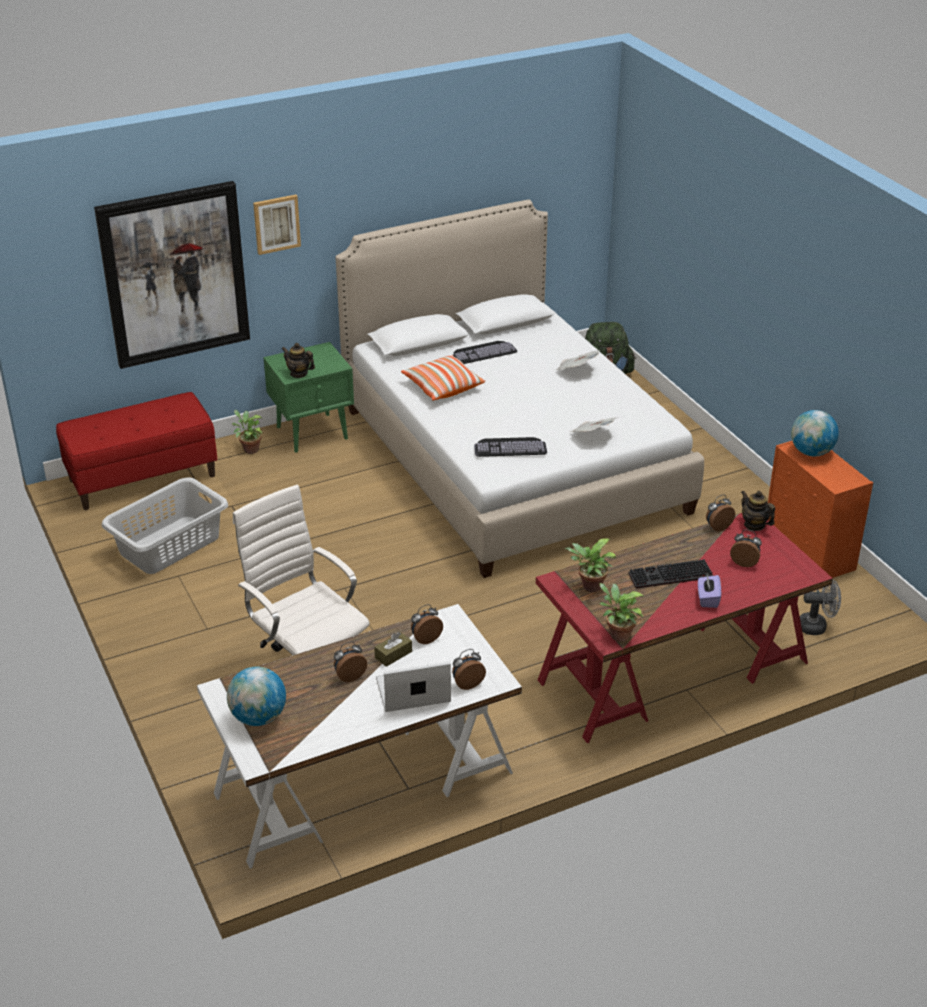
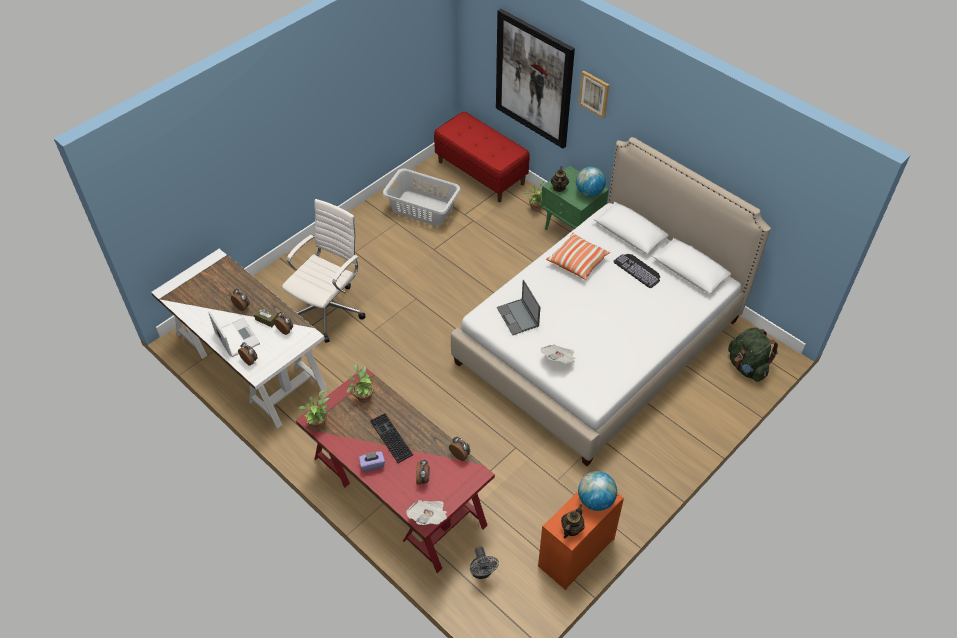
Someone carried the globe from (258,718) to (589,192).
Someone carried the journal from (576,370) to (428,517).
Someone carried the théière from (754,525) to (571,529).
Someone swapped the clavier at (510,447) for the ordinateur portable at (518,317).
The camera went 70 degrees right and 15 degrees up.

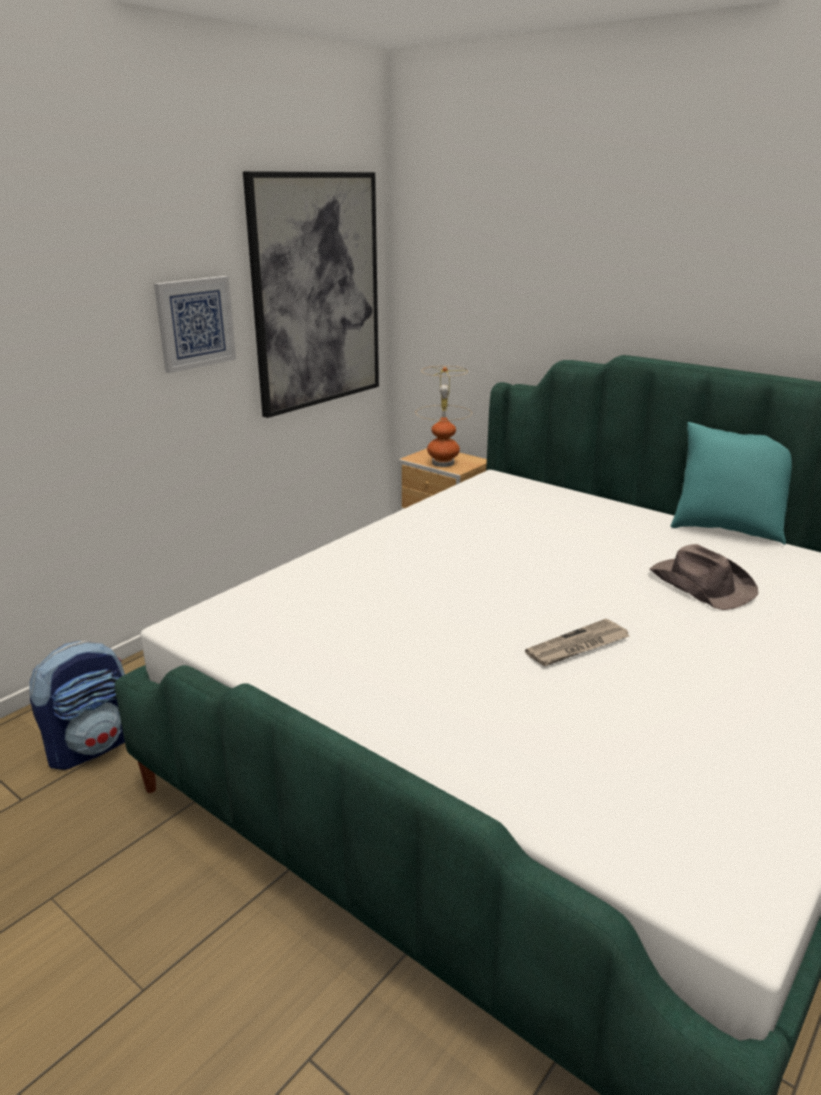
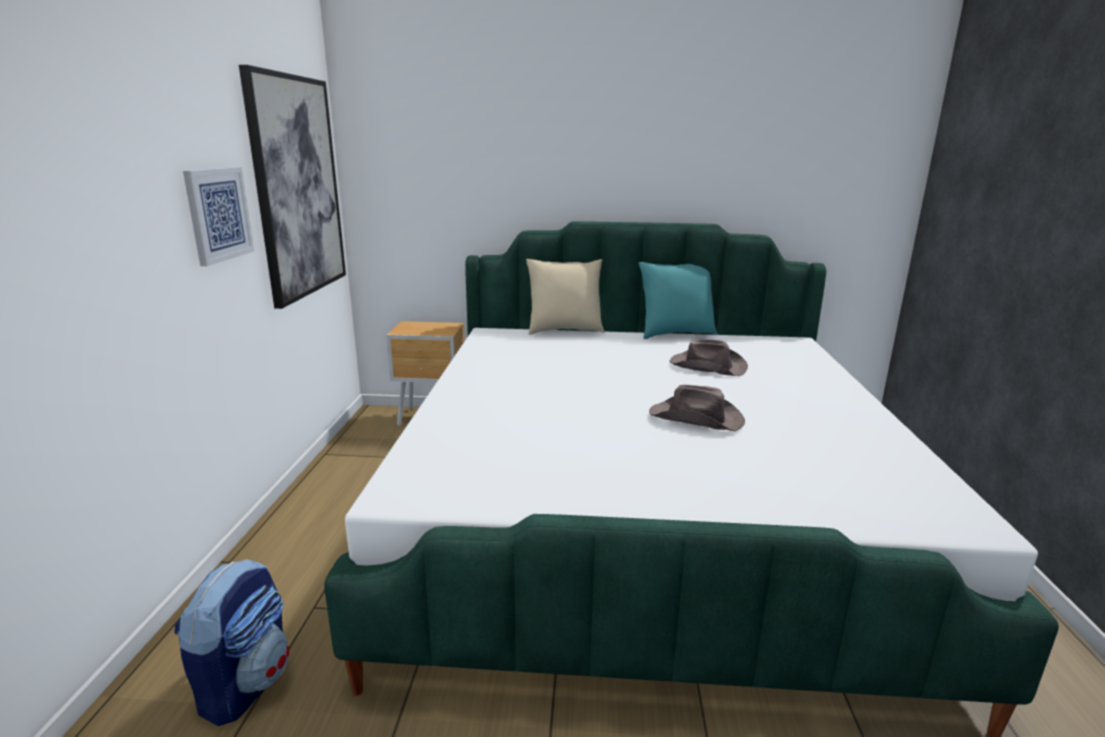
Someone took away the lampe de table at (443,463).
Someone put down the coussin/beige at (564,330).
Someone swapped the journal at (577,646) for the chapeau/marron at (697,419).
The camera went 35 degrees left and 5 degrees down.

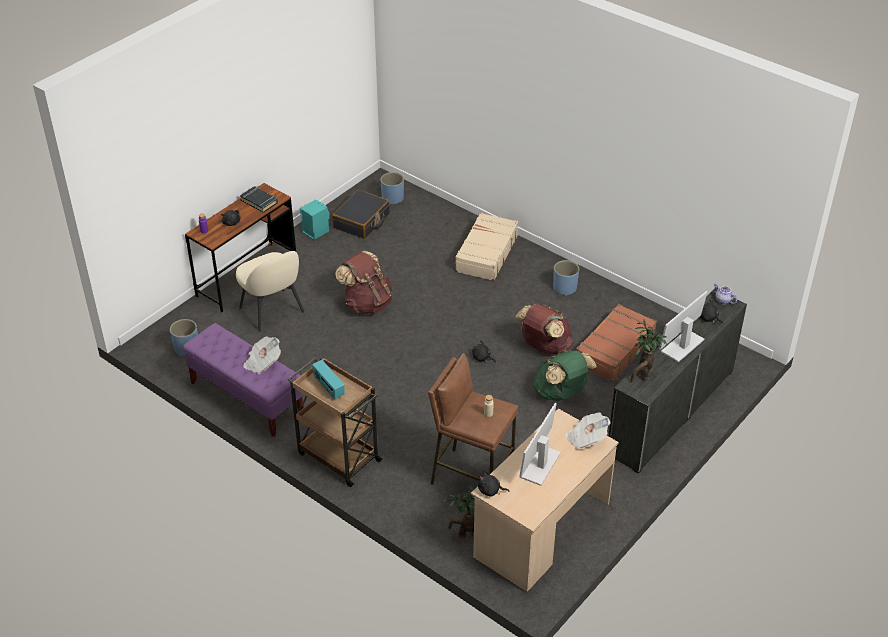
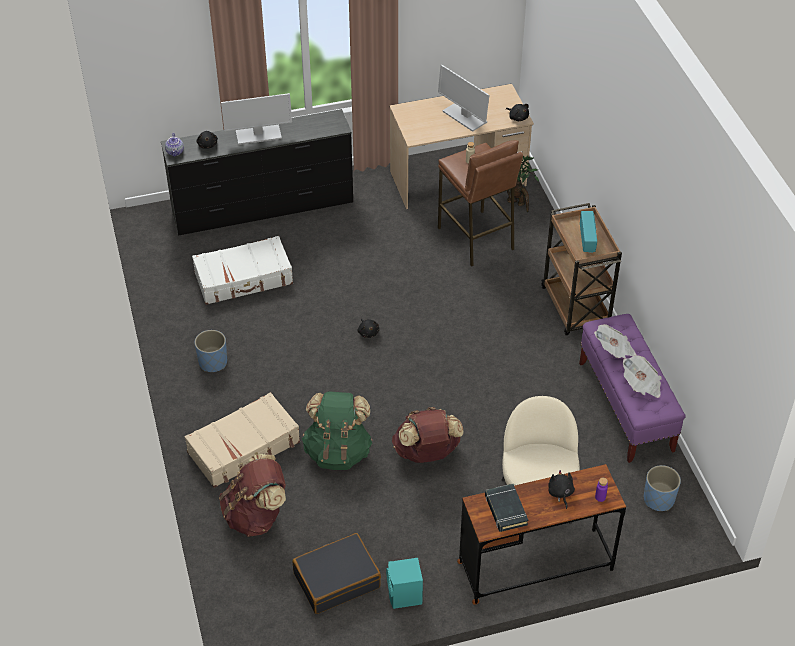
Someone took away the cache-pot/bleu at (392,198).
Someone took away the plante en pot at (643,375).
Someone carried the sac à dos/marron from (544,347) to (256,515).
Someone carried the sac à dos/vert from (561,393) to (338,451).
Someone carried the journal from (586,438) to (641,385).
Someone repainted the valise/marron at (614,350), which became the valise/blanc at (244,279).
Someone rotated the écran d'ordinateur at (540,464) by 75 degrees clockwise.
The camera went 145 degrees left and 5 degrees up.

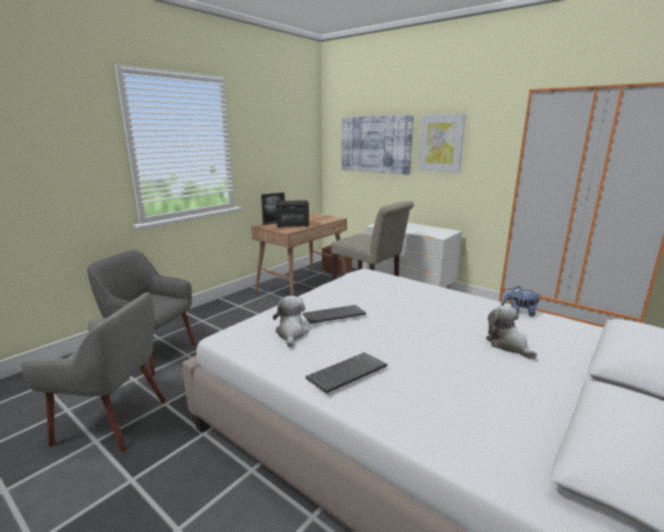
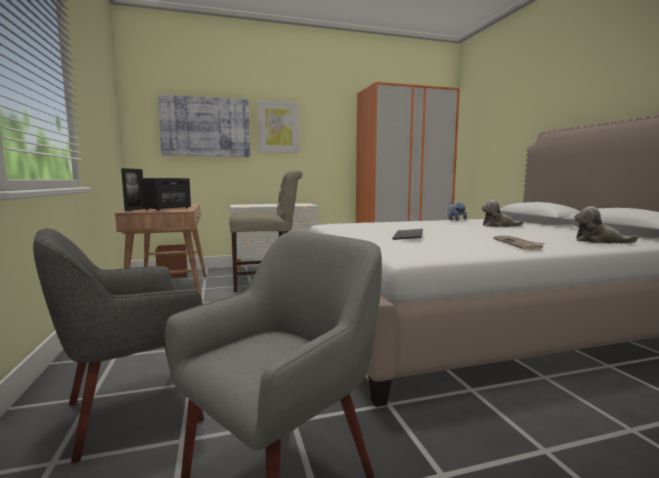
Someone carried the peluche from (291,333) to (598,241).
Someone swapped the clavier at (347,374) for the journal at (518,244).
The camera went 55 degrees left and 10 degrees down.

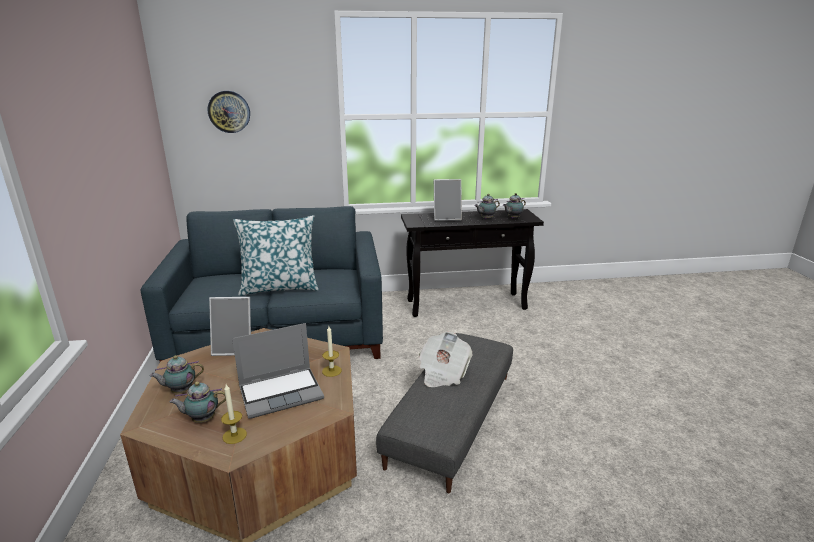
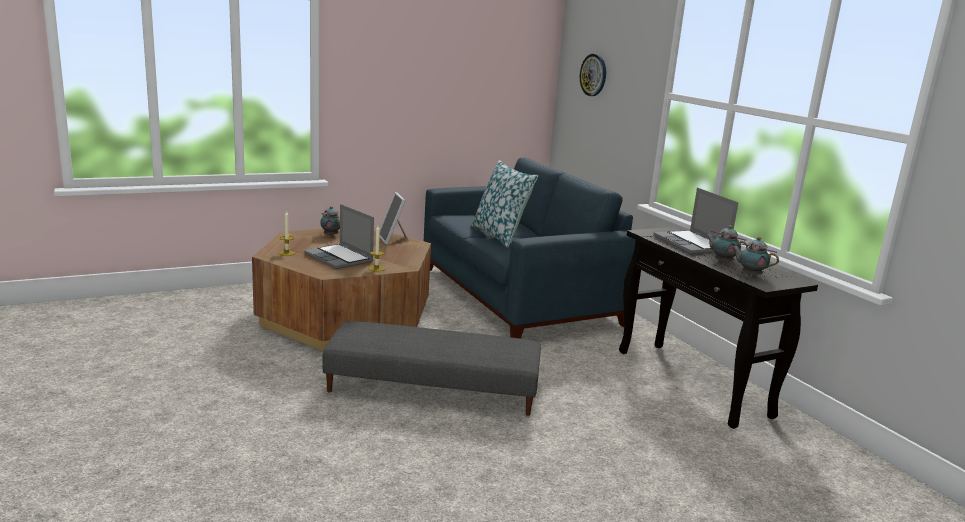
Someone took away the théière at (202,419).
Someone took away the journal at (443,373).
Someone swapped the cadre photo at (447,218) for the ordinateur portable at (692,244).
The camera went 70 degrees right and 5 degrees down.

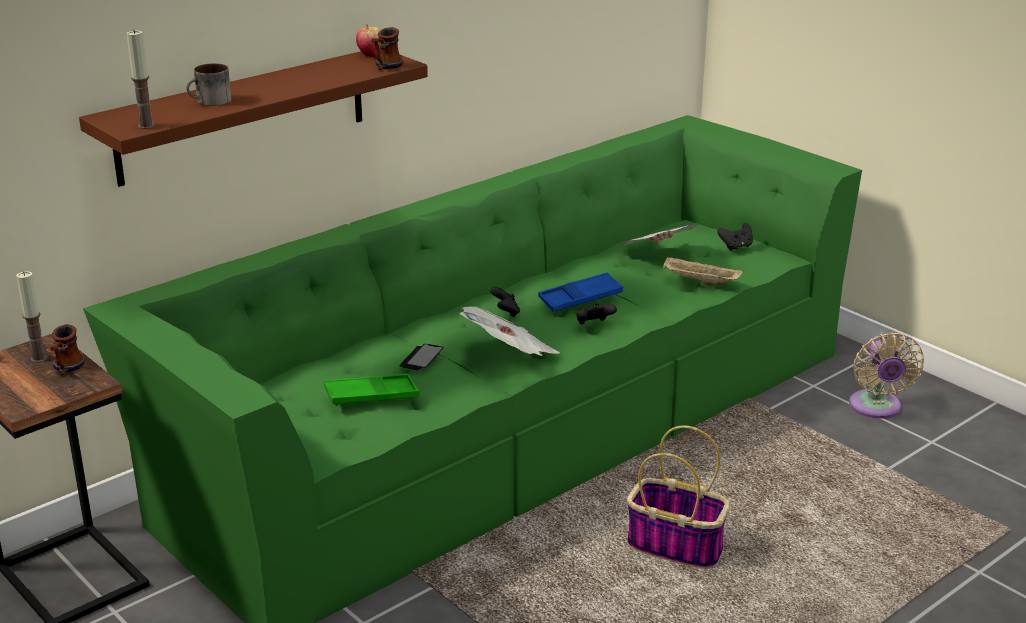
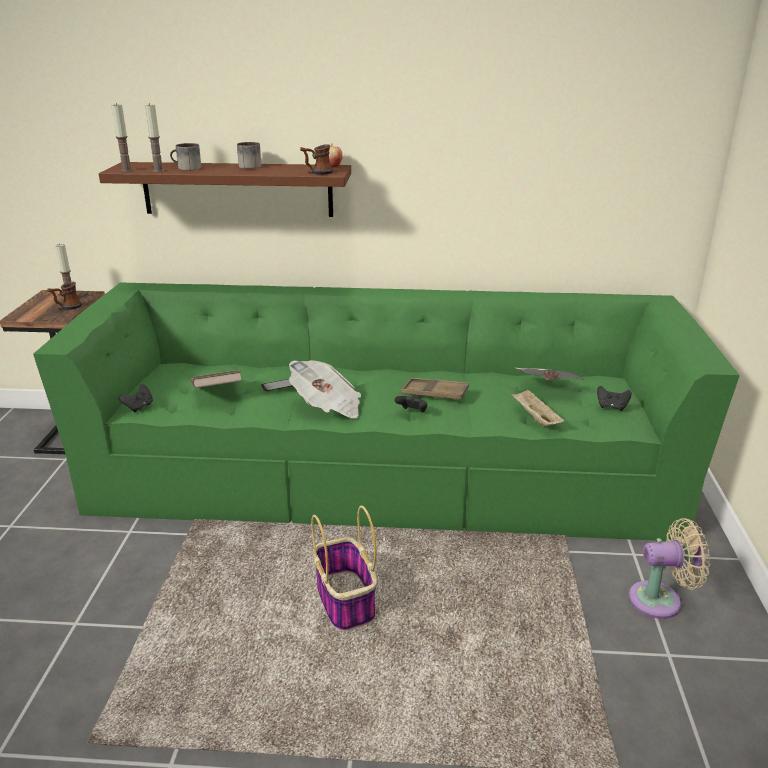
Someone put down the bougie at (158,170).
Someone put down the mug at (247,166).
Someone carried the manette/noir from (505,313) to (139,407).
Someone swapped the plateau/vert at (371,396) for the livre/marron at (217,393).
Someone repainted the plateau/bleu at (580,298), which became the plateau/marron at (434,393).
Someone rotated the ventilateur/beige at (876,408) by 135 degrees counterclockwise.
The camera went 45 degrees right and 0 degrees up.

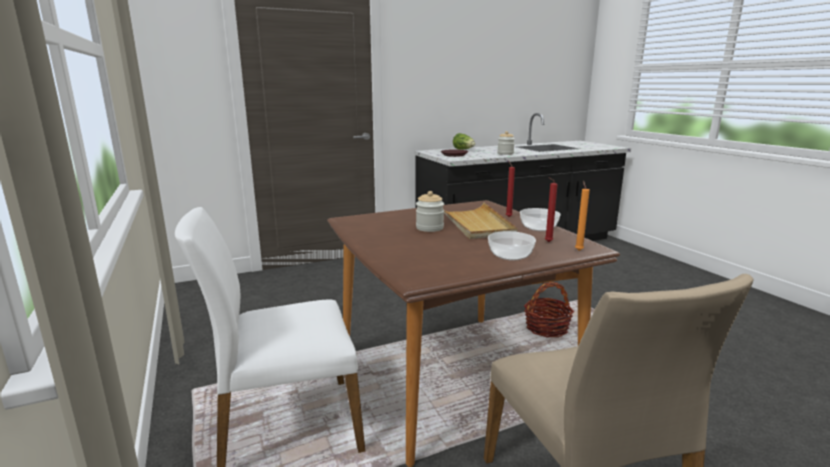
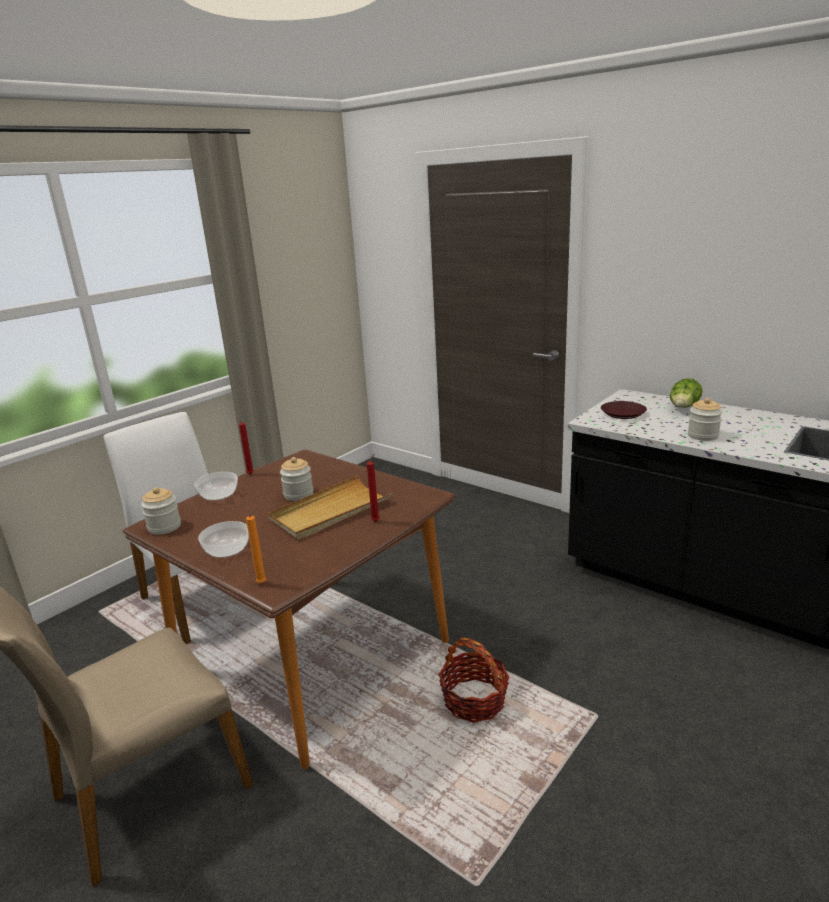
Someone put down the bocal at (164,527).
Someone carried the bol from (538,228) to (218,495).
Someone carried the bougie/rouge from (547,242) to (249,474).
The camera went 65 degrees right and 5 degrees up.

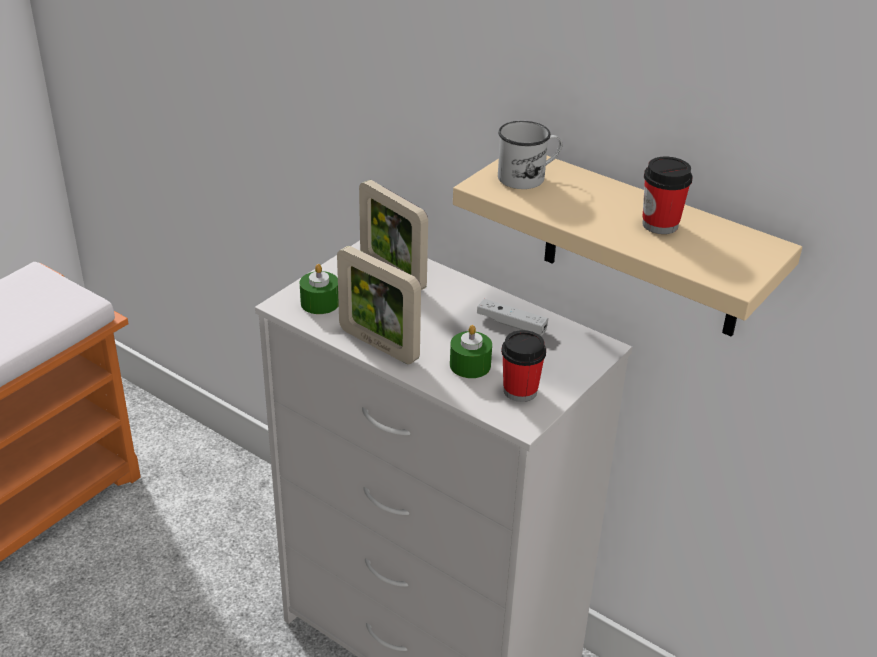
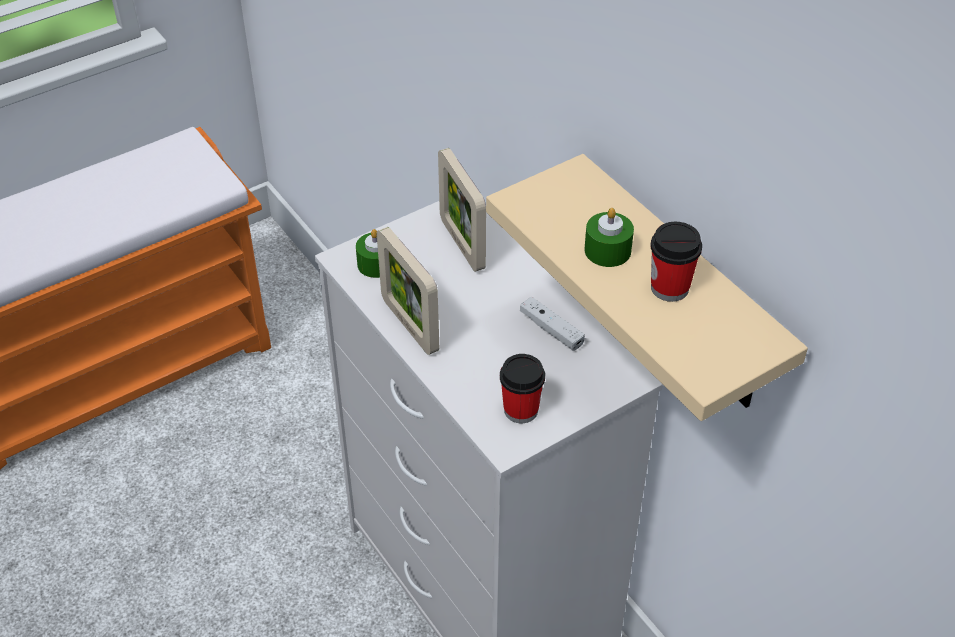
Someone took away the mug/blanc at (528,177).
Someone carried the bougie/vert from (470,365) to (607,250).
The camera went 20 degrees right and 10 degrees up.

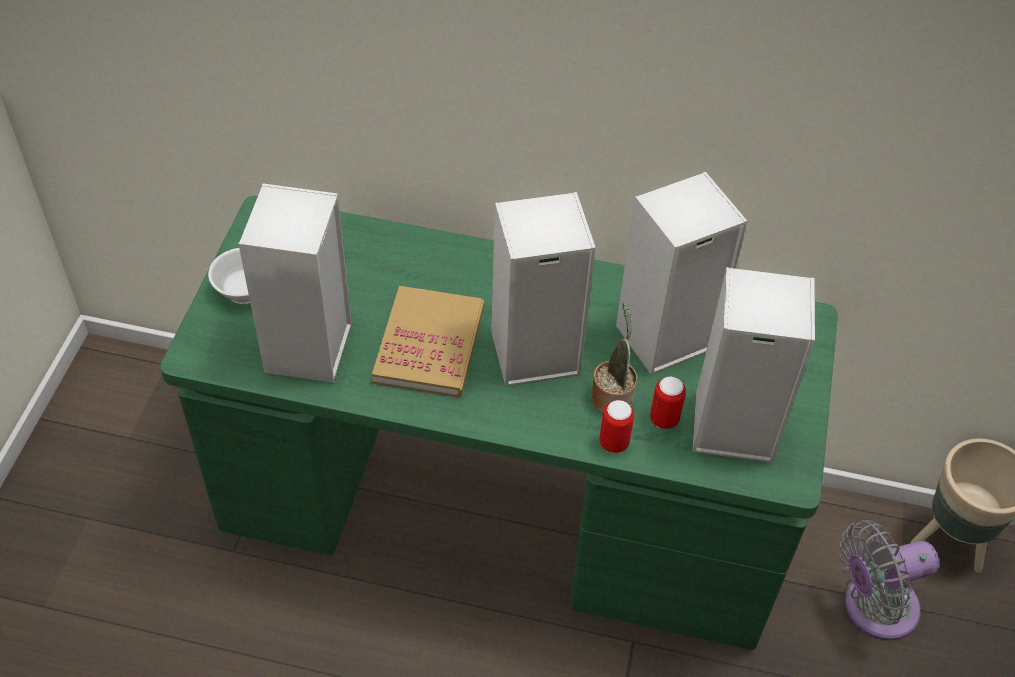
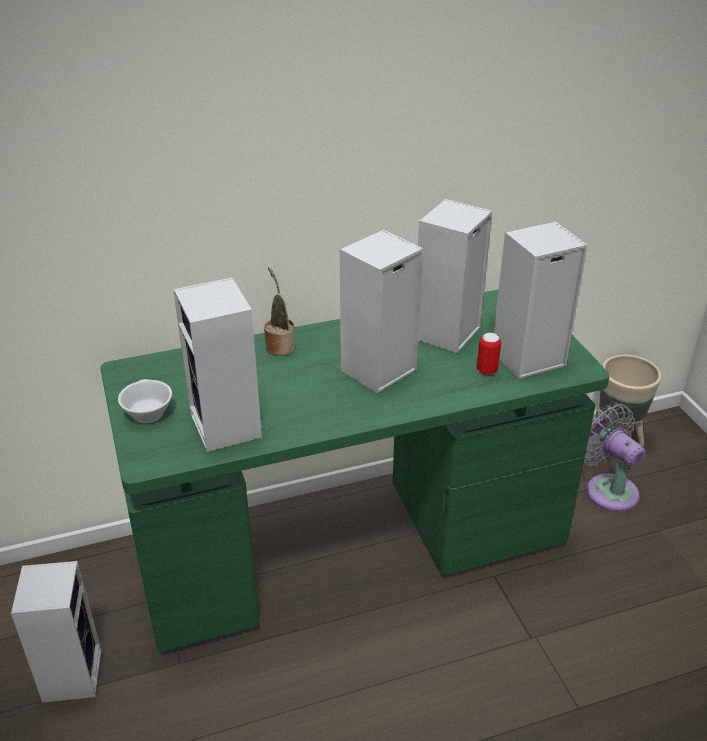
Someone took away the livre at (429,345).
Someone took away the boîte métallique at (613,443).
Someone put down the enceinte at (71,673).
Someone carried the plante en pot from (612,396) to (279,346).
Someone rotated the ventilateur/gris at (873,608) by 105 degrees clockwise.
The camera went 30 degrees left and 15 degrees down.

